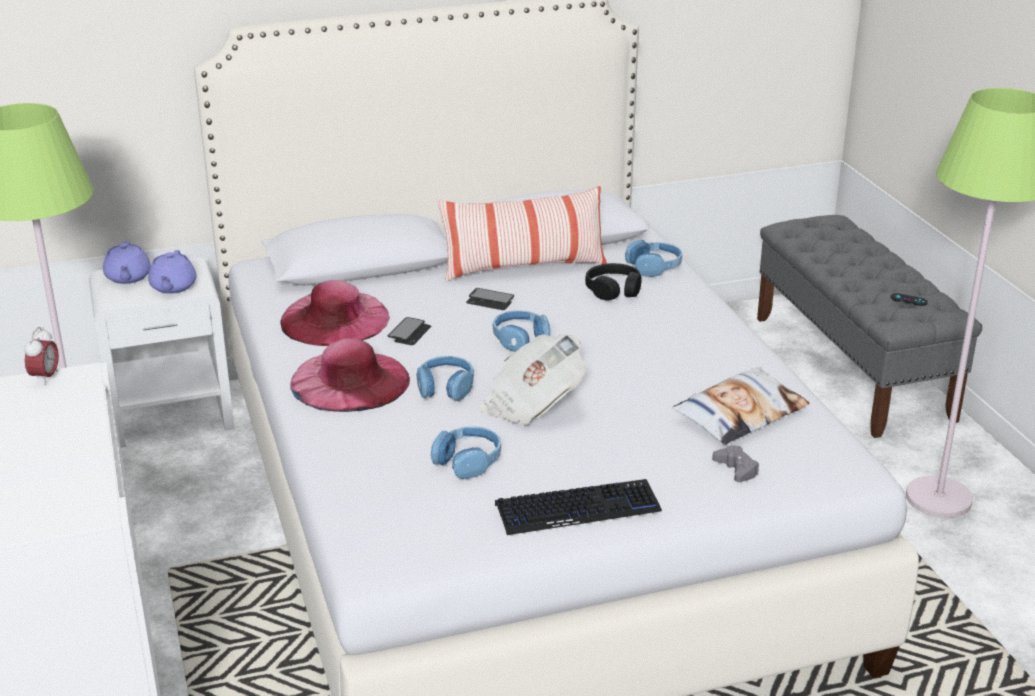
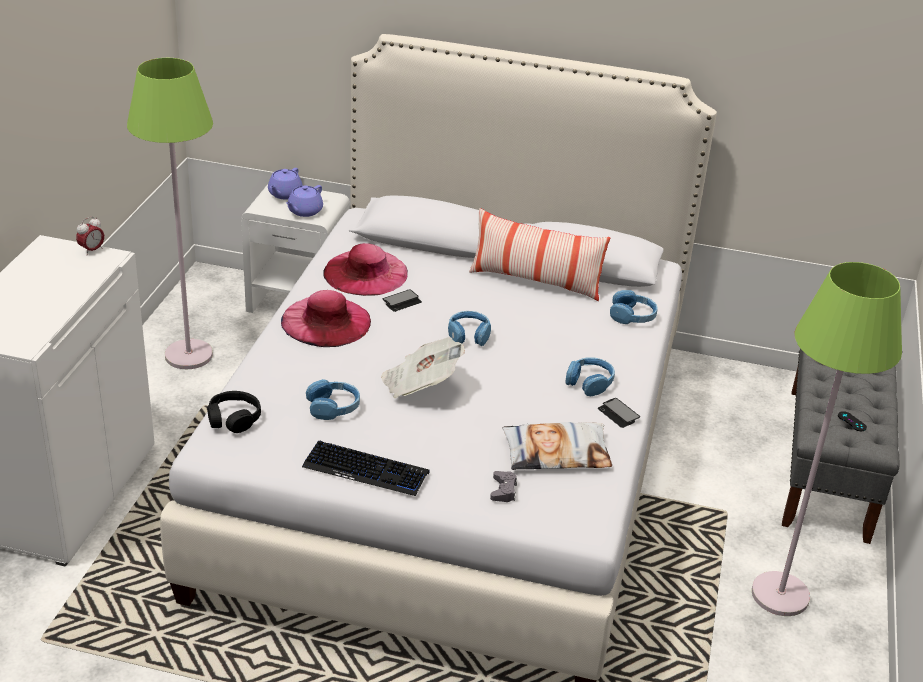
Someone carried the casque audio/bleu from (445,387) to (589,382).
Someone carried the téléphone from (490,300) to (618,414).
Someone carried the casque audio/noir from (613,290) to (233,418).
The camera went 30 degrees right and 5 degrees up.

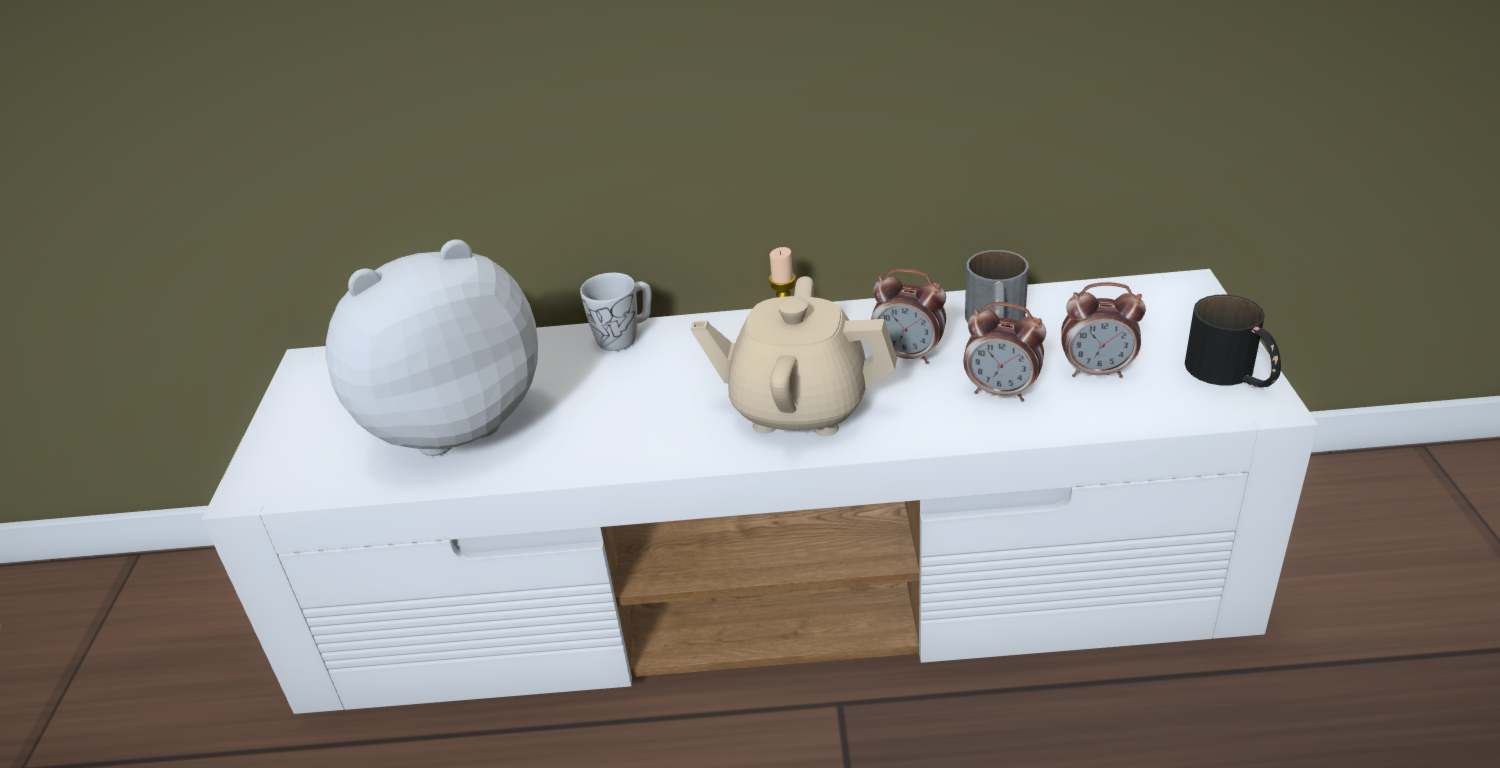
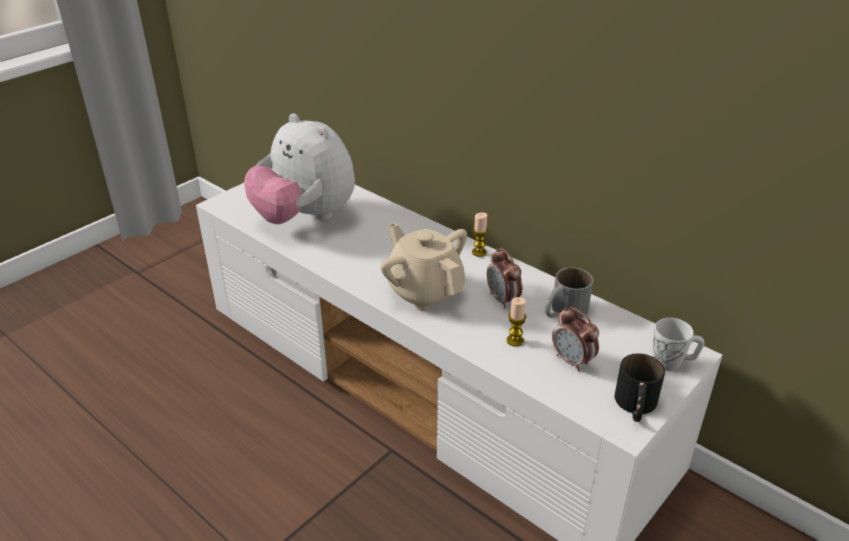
Someone carried the mug/blanc from (624,336) to (672,362).
Someone swapped the réveil at (1002,392) for the bougie at (515,340).
Someone rotated the peluche at (450,422) by 150 degrees counterclockwise.
The camera went 40 degrees right and 0 degrees up.

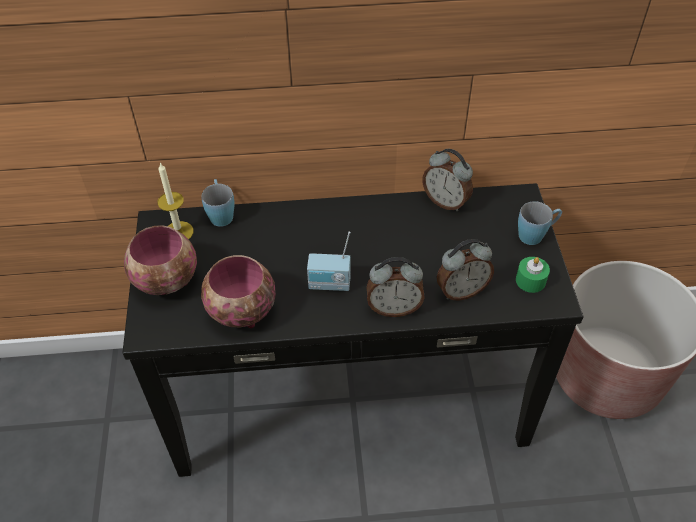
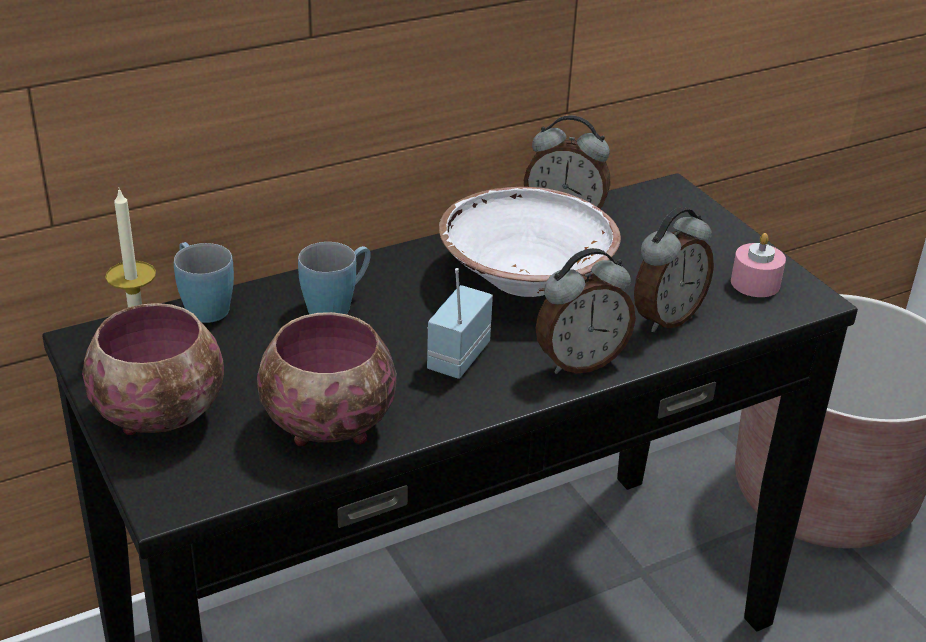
Someone put down the bol/blanc at (525,277).
Someone carried the mug/bleu from (536,234) to (337,304).
Someone repainted the bougie/vert at (530,280), which became the bougie/rose at (755,283).
Someone rotated the radio at (329,285) by 135 degrees clockwise.
The camera went 25 degrees left and 15 degrees down.

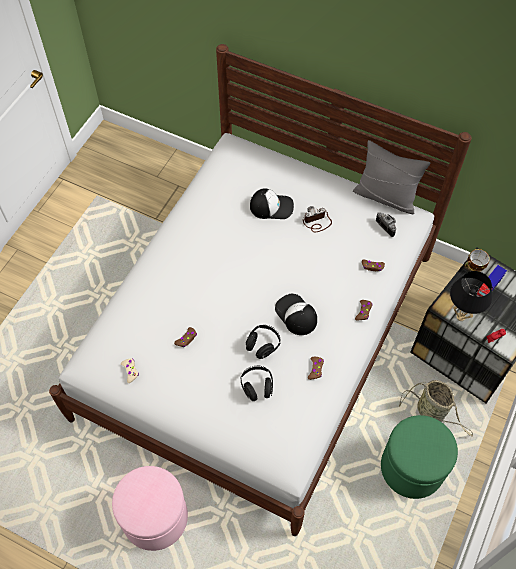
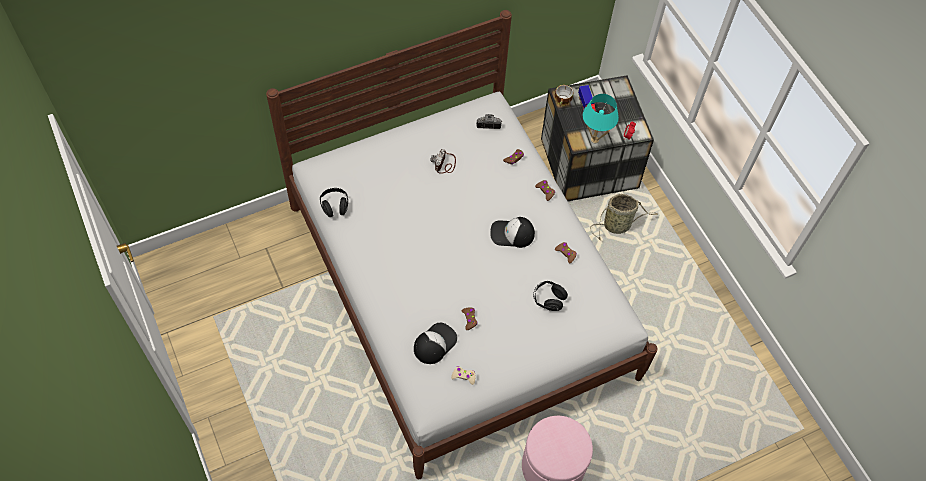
Someone took away the coussin/gris at (386,196).
Someone took away the pouf/vert at (412,467).
Someone carried the casque audio/noir from (263,345) to (335,206).
Someone carried the casquette from (272,206) to (434,343).
Someone repainted the lampe de table/noir at (460,317), which became the lampe de table/turquoise at (594,140).
The camera went 55 degrees left and 0 degrees up.

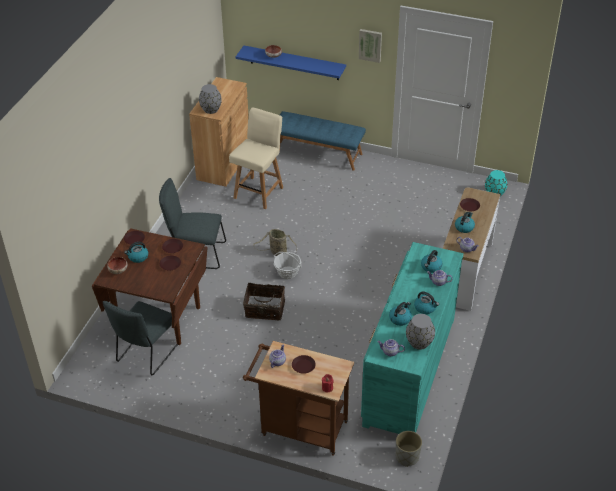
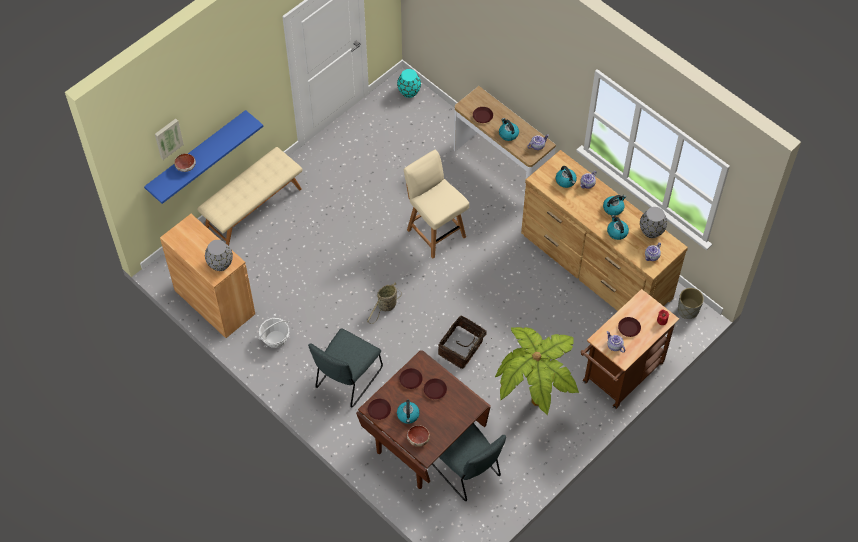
Someone put down the plante en pot at (531,403).
Someone carried the chaise/beige from (259,192) to (435,232).
Someone carried the panier from (287,272) to (275,339).
Someone carried the tableau from (370,45) to (168,138).
Someone repainted the banc/bleu at (318,153), which became the banc/beige at (253,208).
Someone repainted the commode/turquoise at (409,370), which became the commode/marron at (595,266).
The camera went 65 degrees left and 15 degrees up.

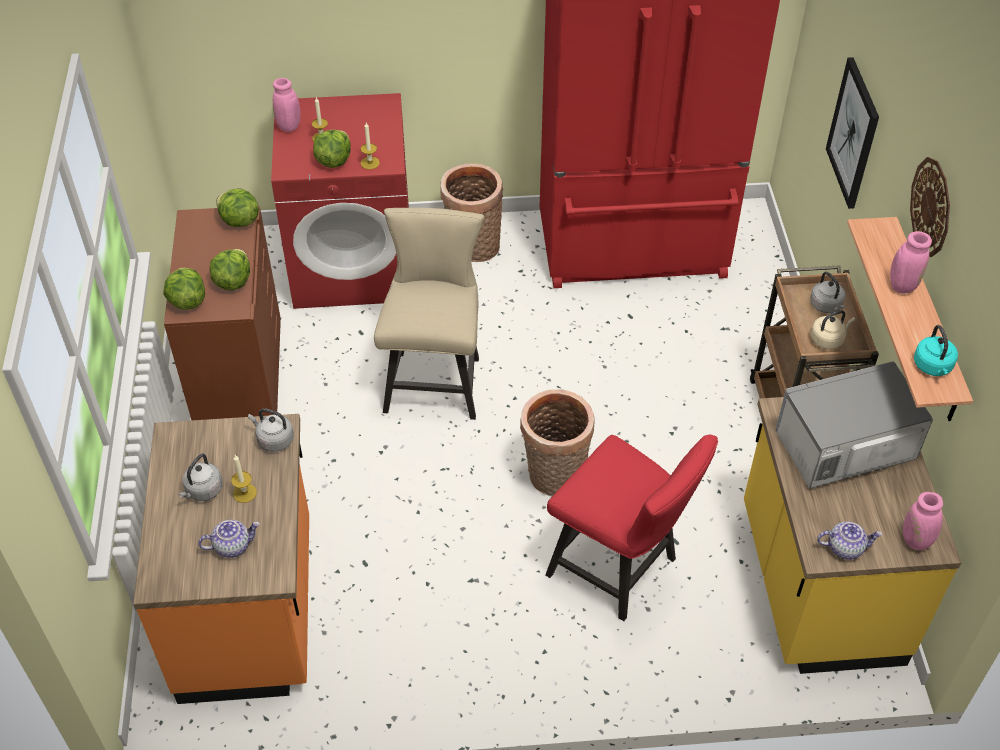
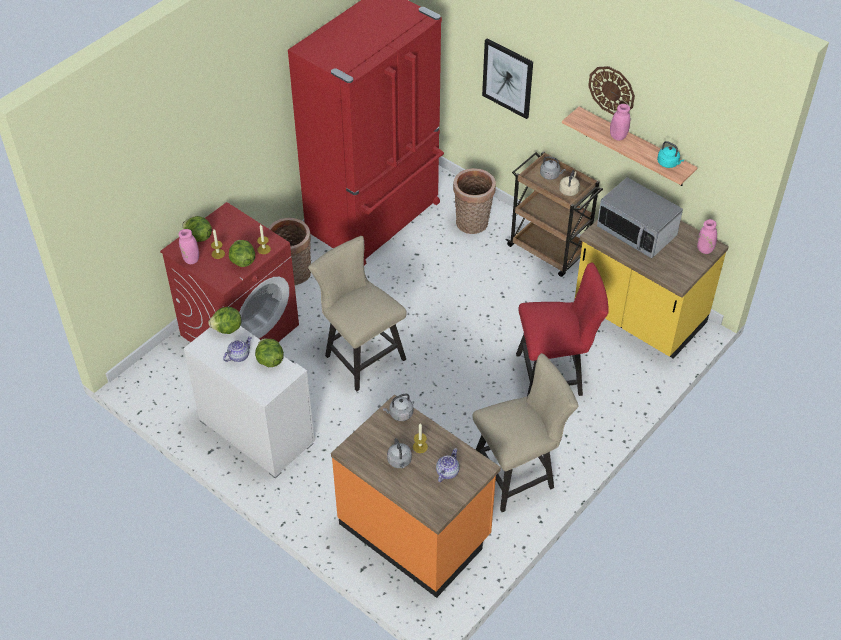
Someone put down the chaise/beige at (518,473).
Someone carried the laitue from (187,301) to (198,237).
Someone carried the panier from (554,478) to (472,224).
Someone carried the théière from (845,547) to (239,356).
Someone repainted the commode/marron at (238,377), which became the commode/blanc at (255,432).
Someone rotated the micro-ondes at (844,448) by 75 degrees counterclockwise.
The camera went 45 degrees left and 0 degrees up.

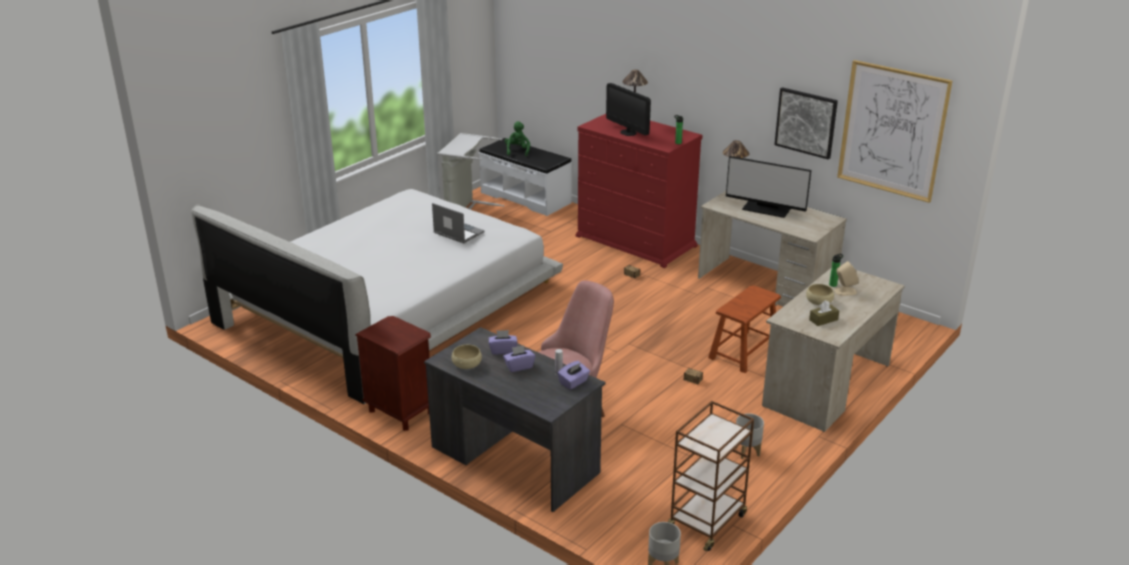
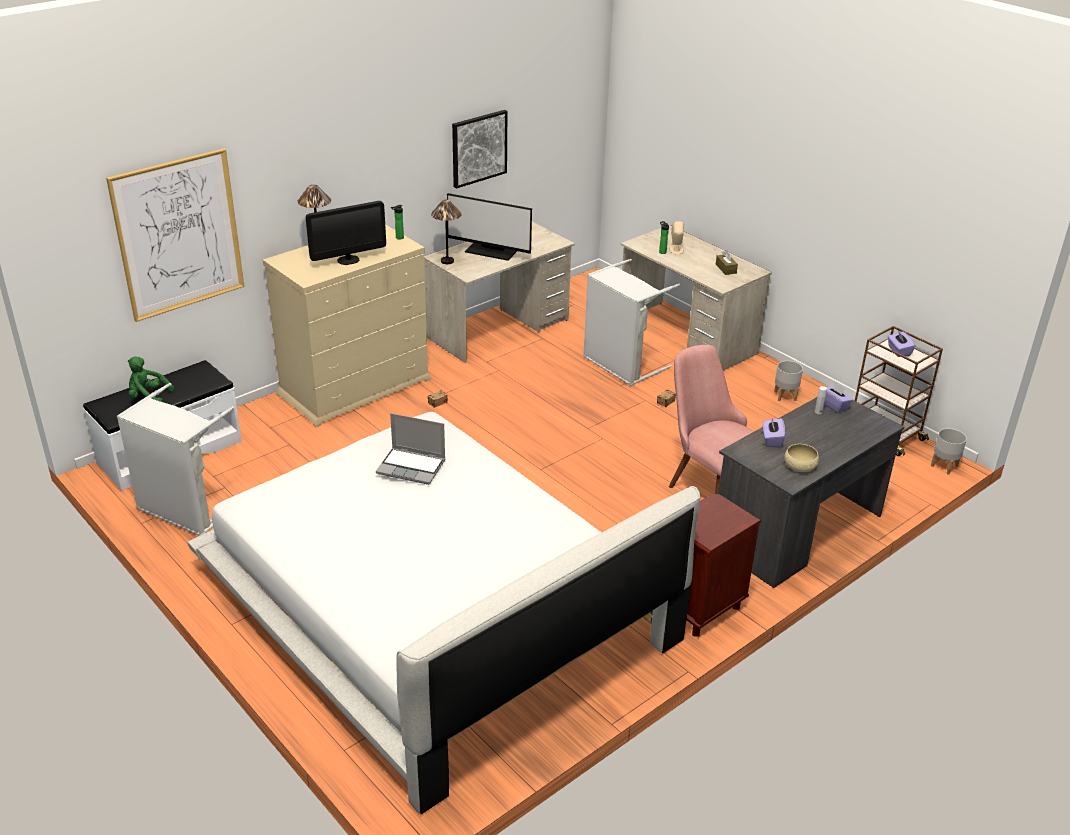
Someone took away the bol/beige at (819,301).
Someone carried the boîte à mouchoirs/violet from (519,366) to (898,351).
Someone carried the tableau from (892,131) to (178,235).
Someone swapped the tabouret/marron at (744,351) for the panier à linge/gris at (620,365).
Someone repainted the commode/rouge at (636,241), which became the commode/beige at (355,387).
Someone rotated the ordinateur portable at (457,233) by 120 degrees counterclockwise.
Someone rotated the écran d'ordinateur at (766,209) by 75 degrees clockwise.
The camera went 80 degrees left and 5 degrees up.

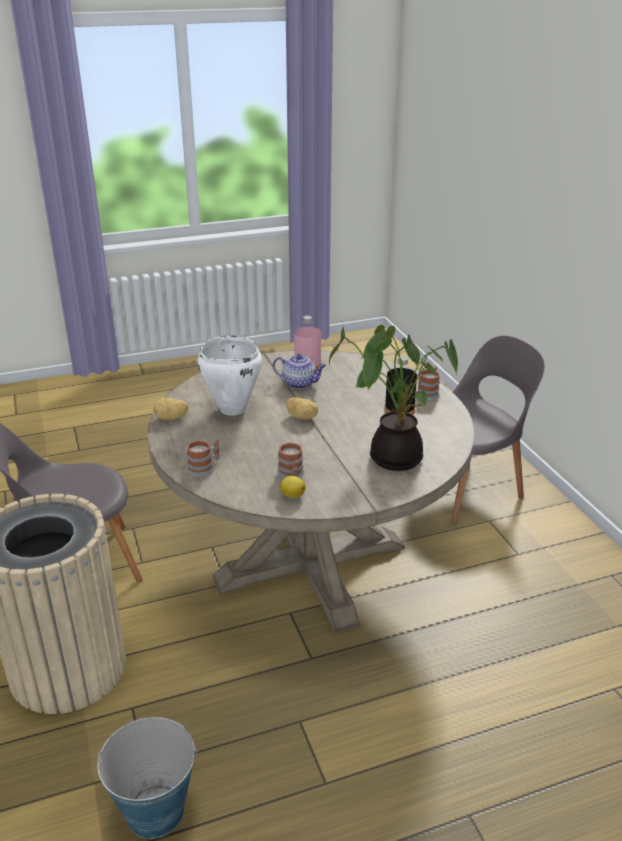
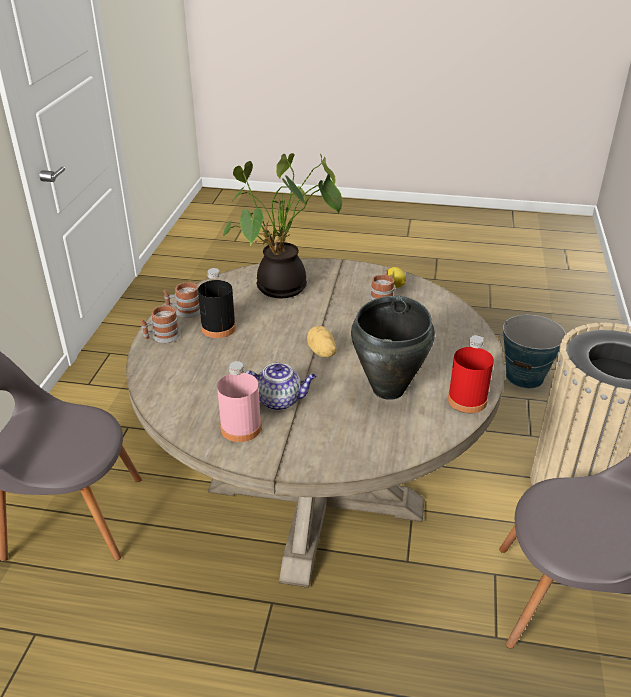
Someone carried the mug from (204,468) to (184,311).
Someone swapped the pomme de terre at (171,418) for the bouteille/rouge at (467,400).
Someone repainted the marmite/blanc at (232,409), which became the marmite/noir at (389,389).
Someone rotated the théière at (300,383) by 135 degrees clockwise.
The camera went 150 degrees left and 5 degrees up.

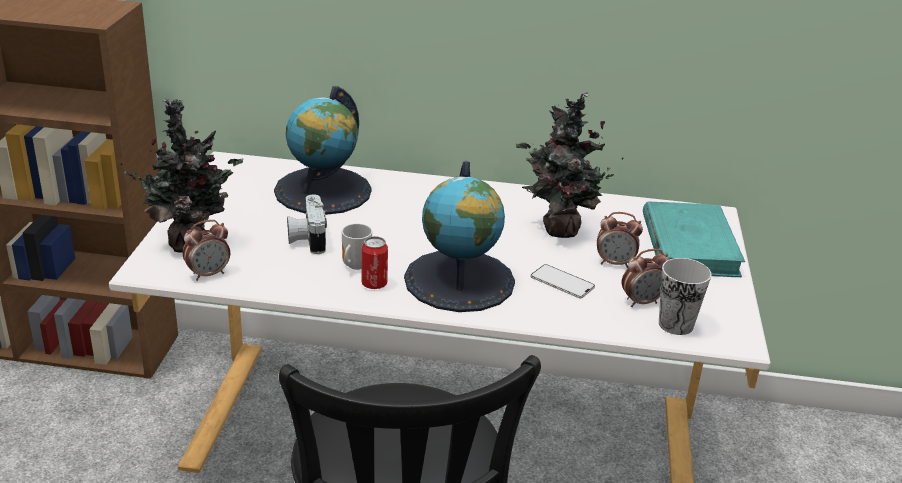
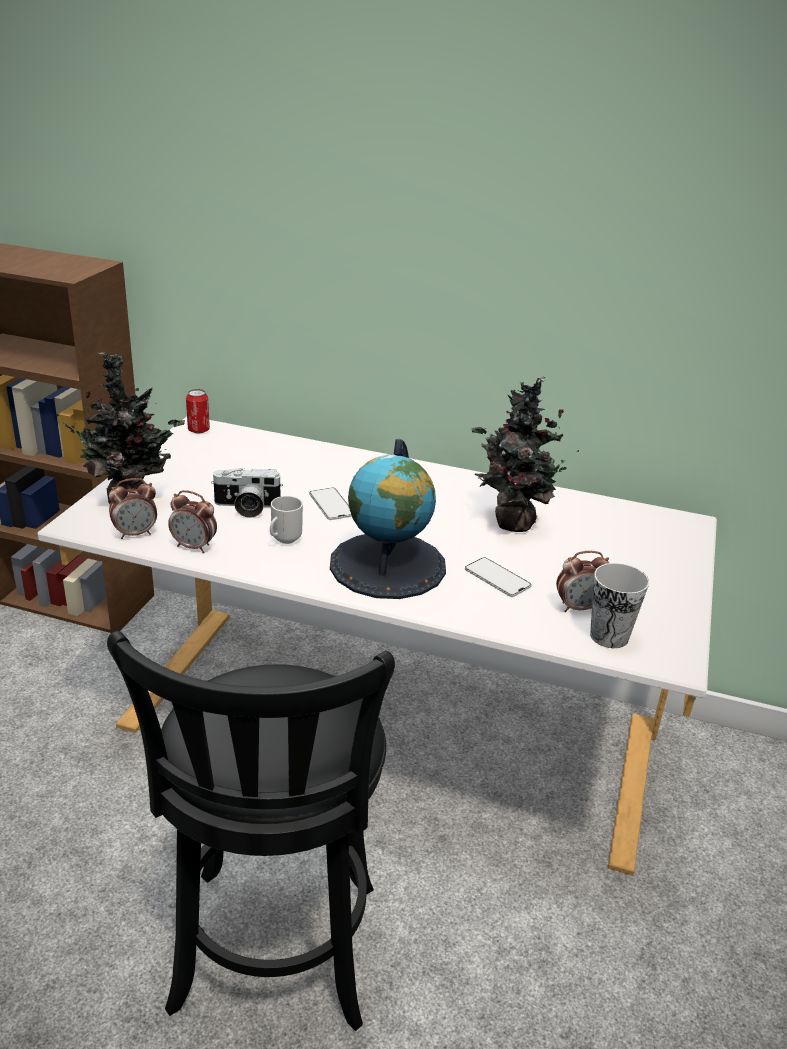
Someone took away the globe at (323,191).
Someone took away the livre/turquoise at (689,245).
Someone put down the téléphone at (331,504).
Someone carried the boîte métallique from (374,284) to (198,430).
Someone carried the réveil from (615,263) to (194,547).
Someone rotated the appareil photo at (306,238) by 90 degrees counterclockwise.
The camera went 10 degrees right and 0 degrees up.

